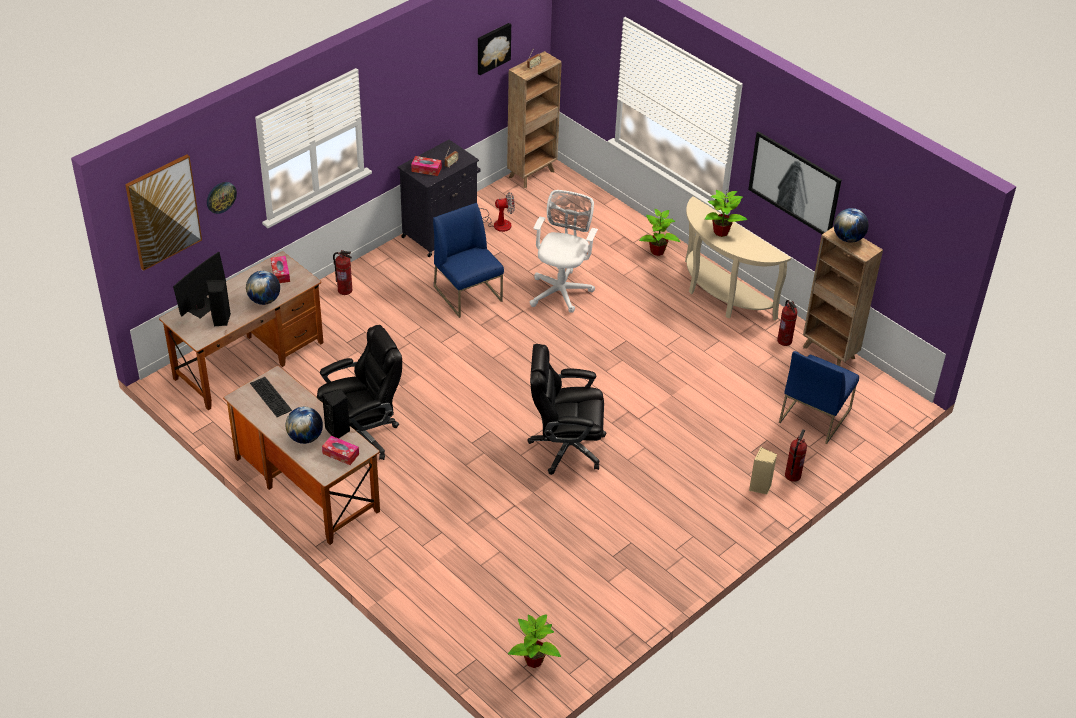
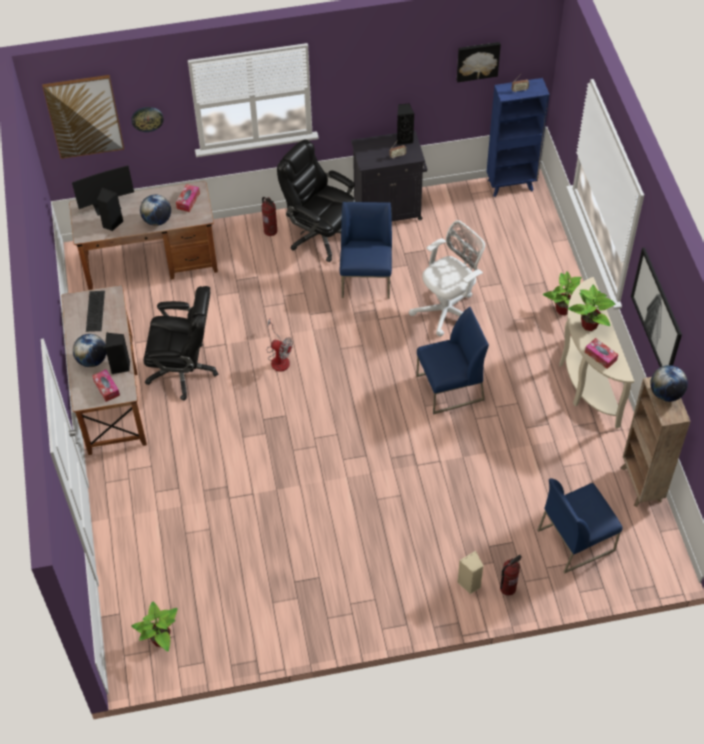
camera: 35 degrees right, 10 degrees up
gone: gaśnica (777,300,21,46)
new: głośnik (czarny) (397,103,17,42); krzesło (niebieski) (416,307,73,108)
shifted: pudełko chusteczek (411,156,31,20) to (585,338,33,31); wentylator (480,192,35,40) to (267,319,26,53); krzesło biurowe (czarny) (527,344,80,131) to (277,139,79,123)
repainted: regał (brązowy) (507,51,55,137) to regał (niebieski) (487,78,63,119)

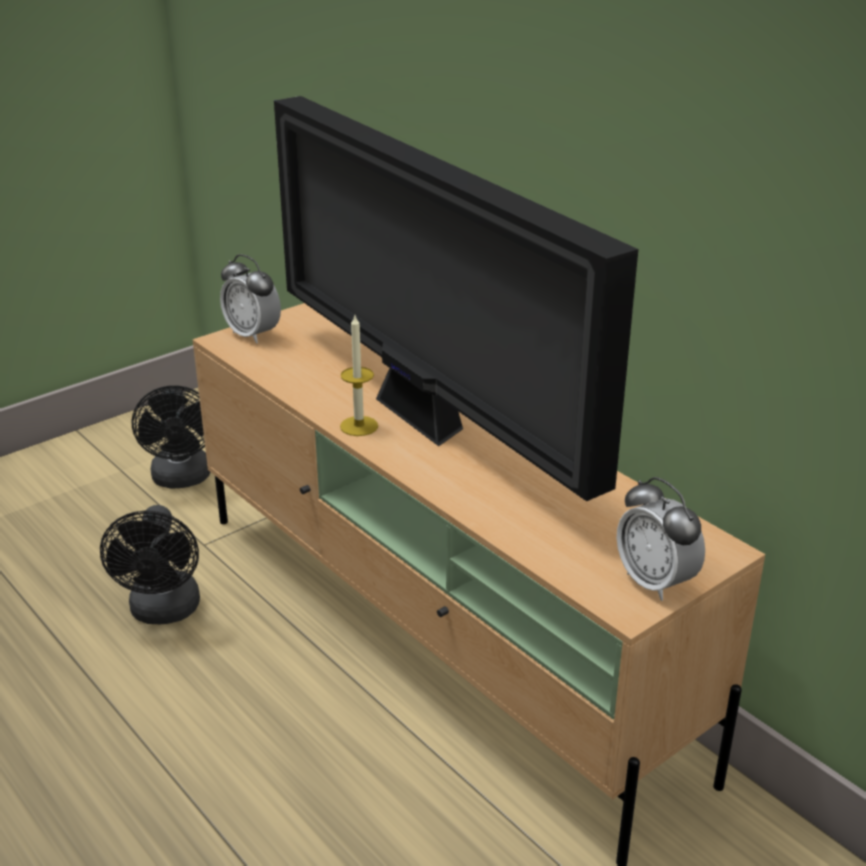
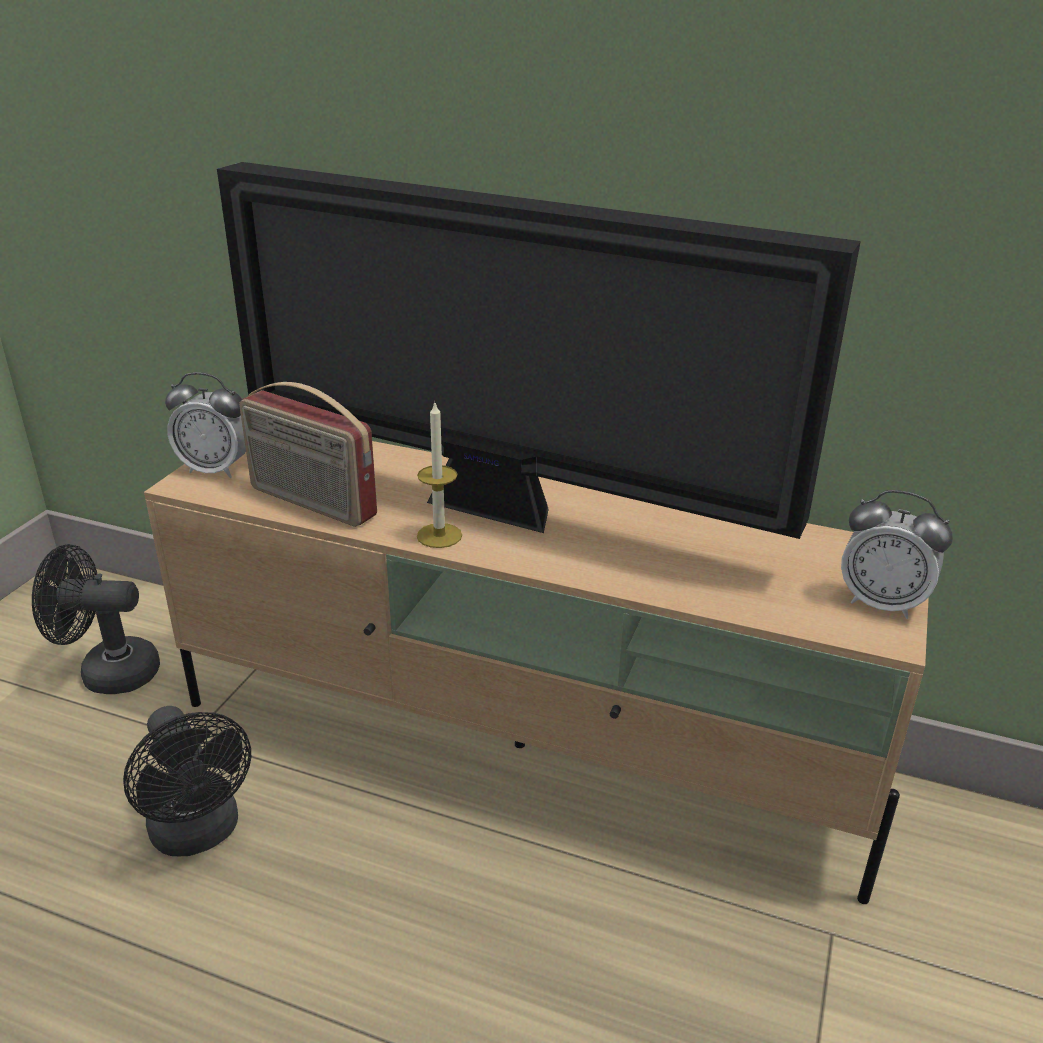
camera: 30 degrees left, 0 degrees up
new: radio (239,382,138,145)
rotated: wentylator (czarny) (132,385,78,104) = (32,544,128,150) 135 degrees clockwise

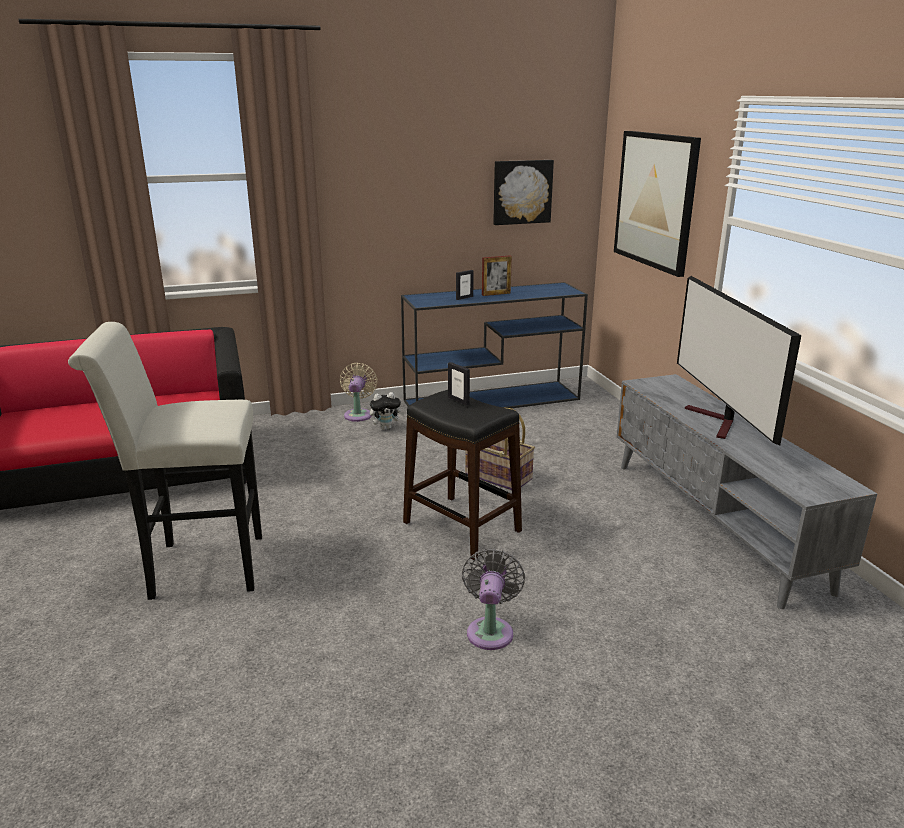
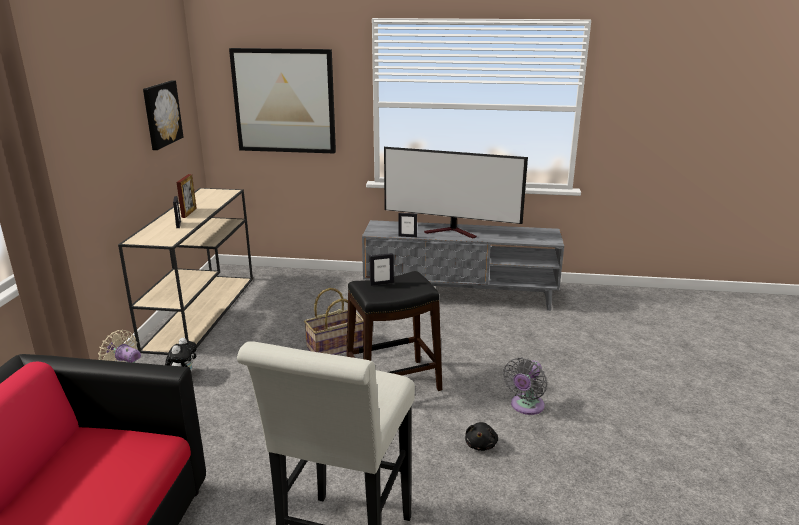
camera: 65 degrees left, 0 degrees up
new: ramka na zdjęcie (399,213,18,24); pluszak (czarny) (465,422,33,29)
repainted: stolik konsolowy (niebieski) (401,282,187,126) to stolik konsolowy (beżowy) (118,188,135,167)
rotated: wentylator (szary) (462,549,63,101) = (503,357,44,58) 90 degrees counterclockwise

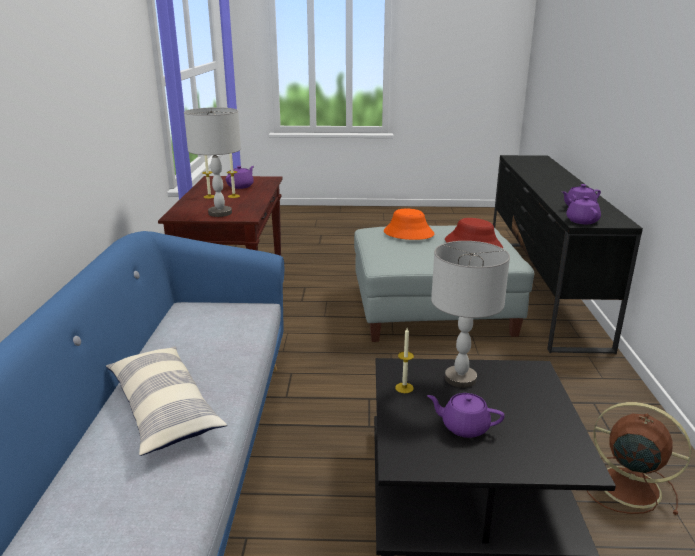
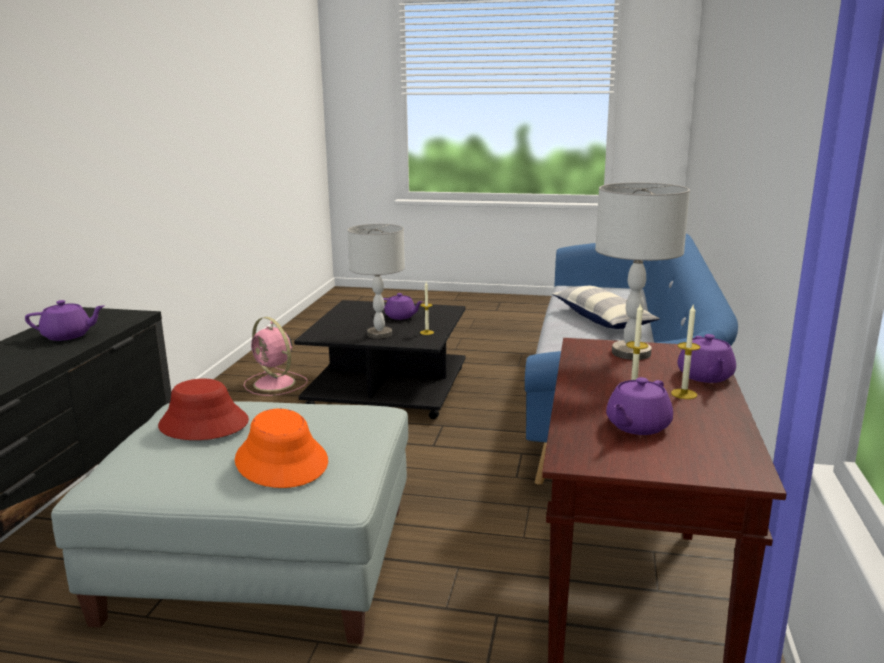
camera: 170 degrees left, 5 degrees down
shifted: imbryk (fioletowy) (566,195,35,29) to (677,334,59,49)
repainted: wentylator (brązowy) (587,402,104,113) to wentylator (różowy) (244,317,63,79)

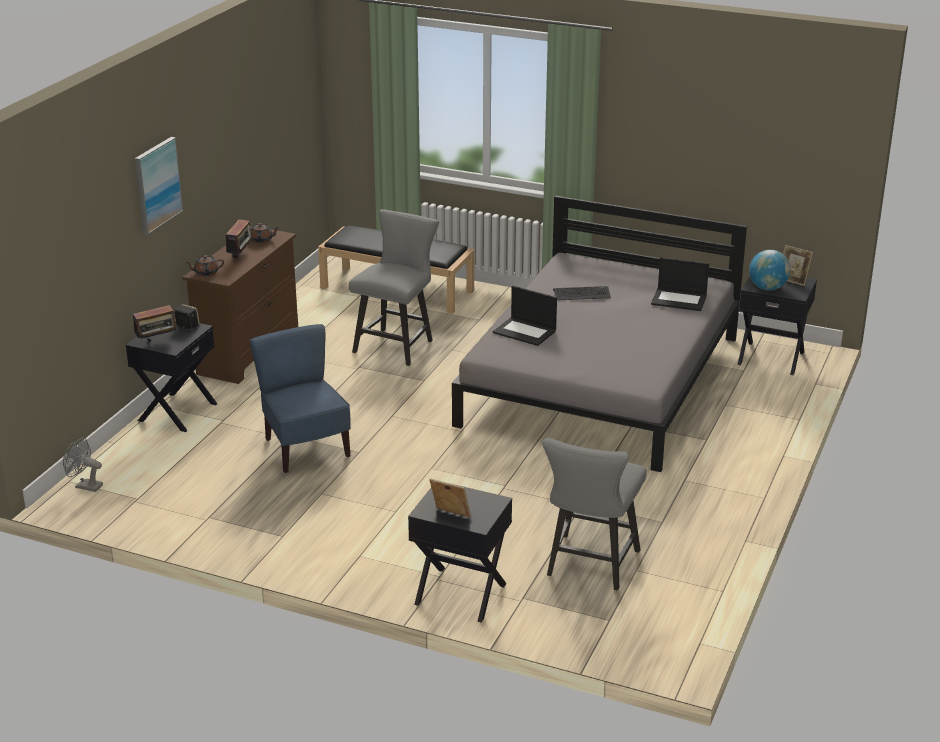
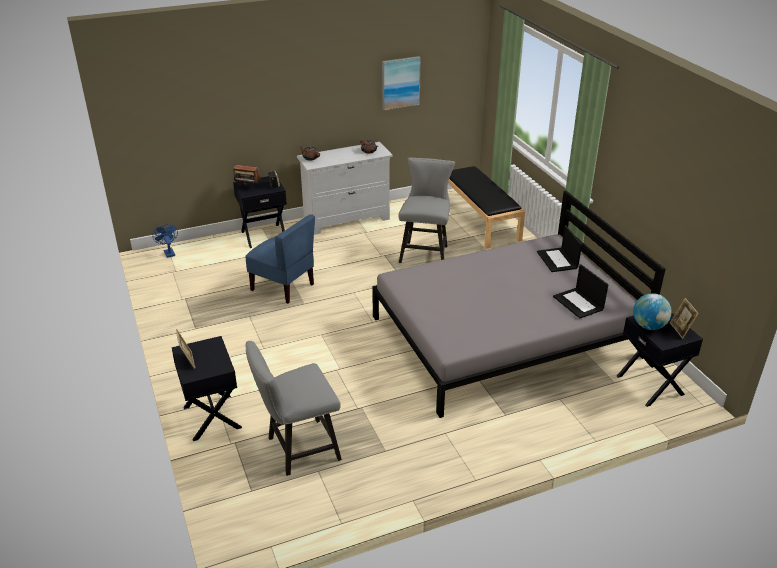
camera: 45 degrees right, 5 degrees up
gone: radio (226,219,26,41); klawiatura (553,286,58,14)
shifted: obraz (135,137,48,98) to (382,56,39,55); laptop (493,286,64,60) to (537,225,45,47)
repainted: wentylator (szary) (63,438,40,54) to wentylator (niebieski) (152,224,26,34); komoda (brązowy) (182,226,116,158) to komoda (biały) (297,142,96,93)
rotated: krzesło (niebieski) (250,324,101,149) = (245,214,70,90) 105 degrees clockwise; krzesło (szary) (349,209,90,157) = (399,158,56,105) 60 degrees counterclockwise

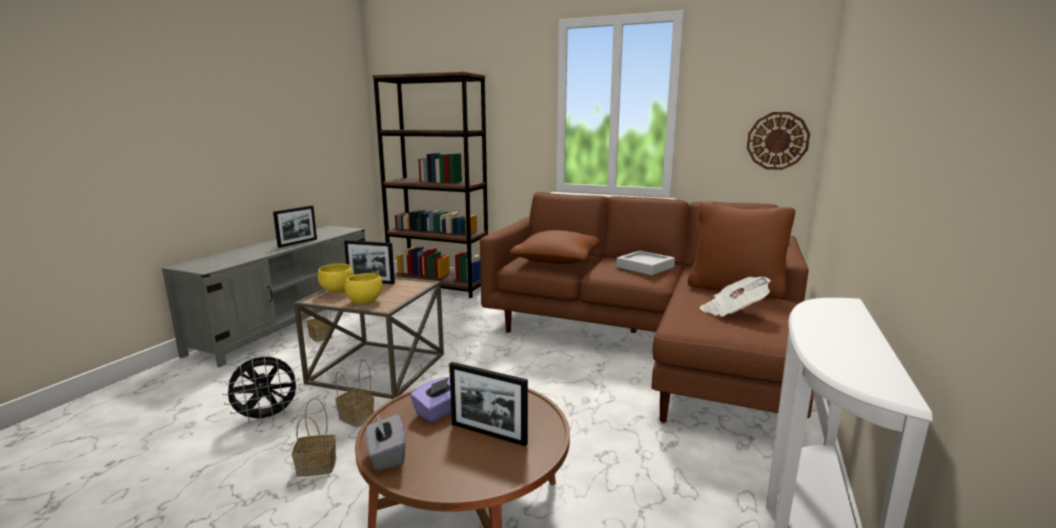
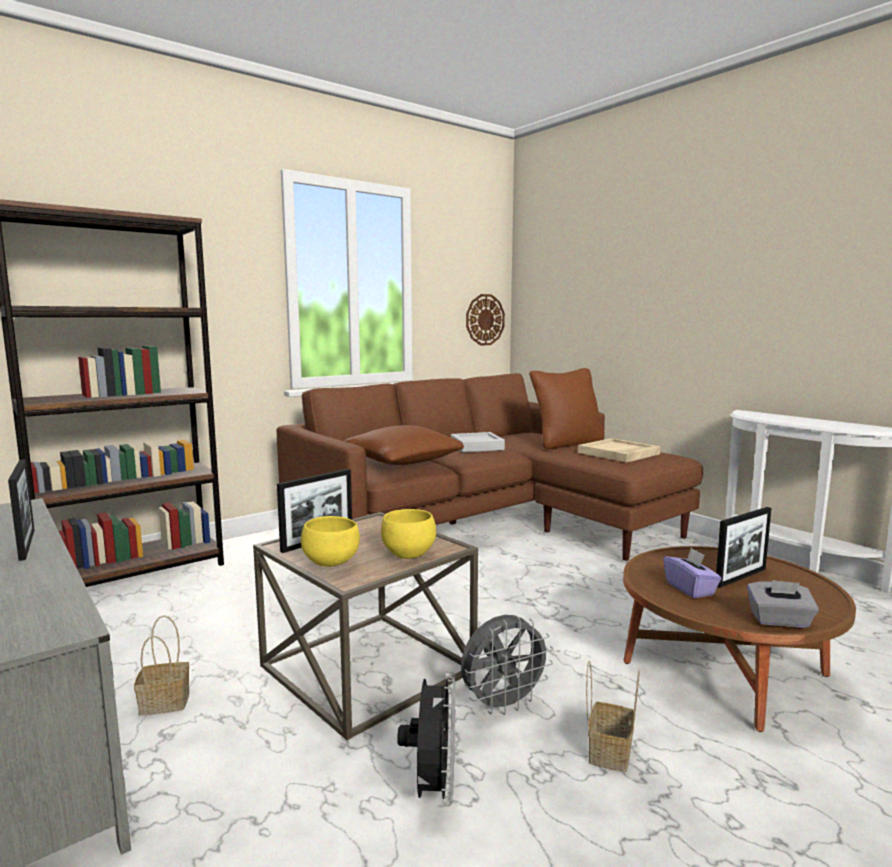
camera: 60 degrees left, 5 degrees down
swapped: koszyk (335,360,39,67) to wentylator (szary) (461,615,92,100); gazeta (700,277,71,40) to taca (beżowy) (578,438,82,25)

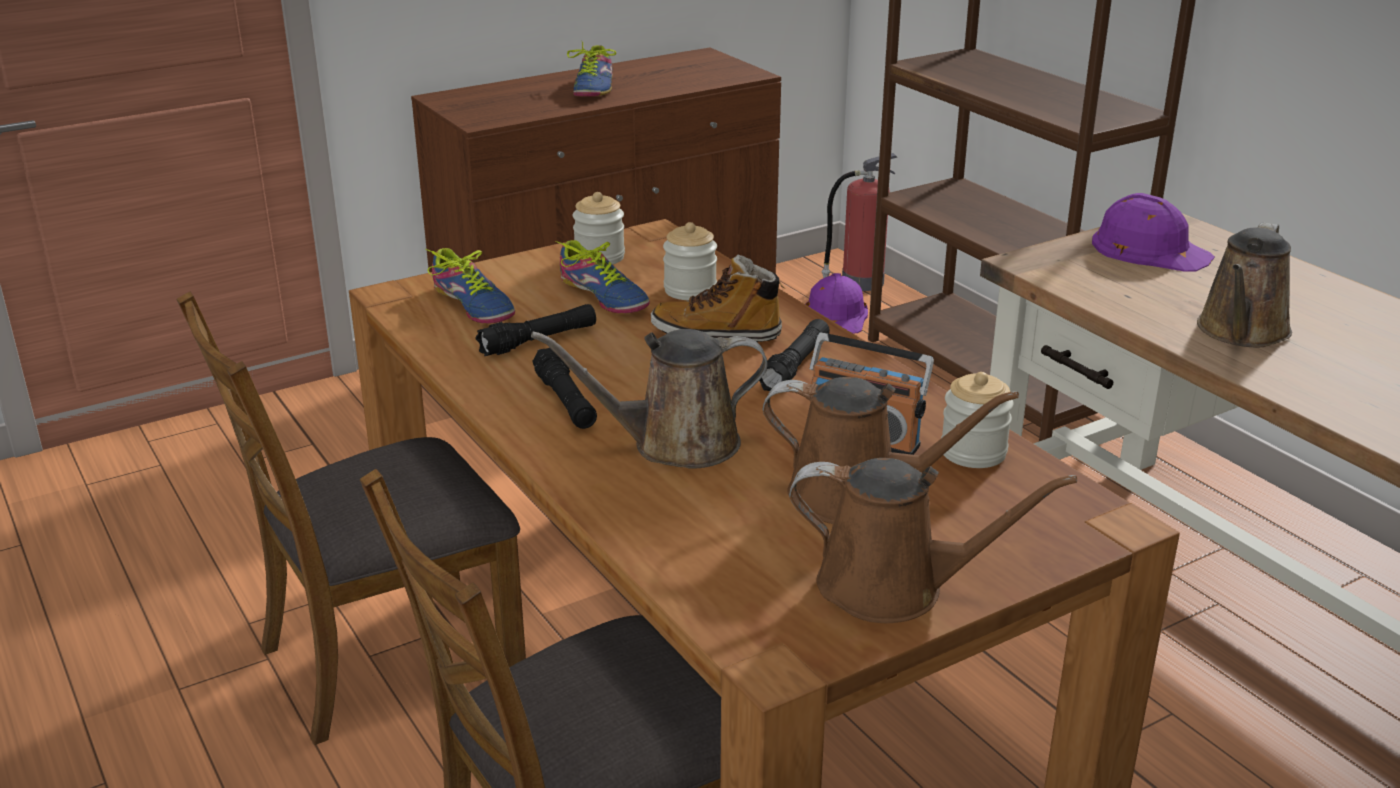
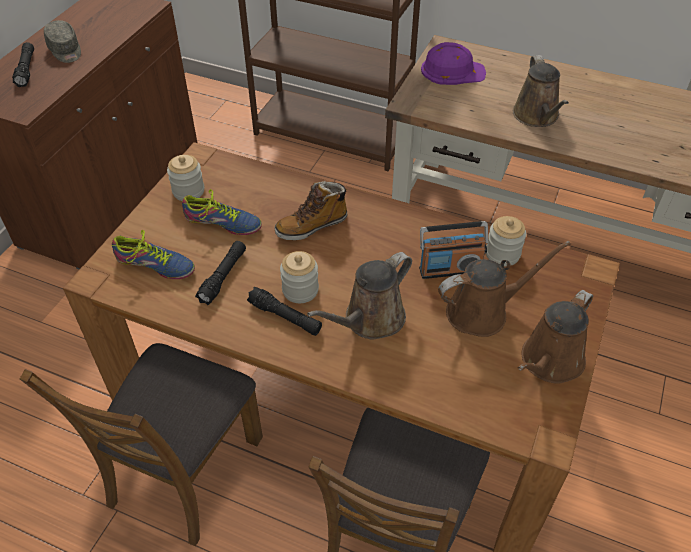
camera: 35 degrees left, 20 degrees up
gone: kask (fioletowy) (805,273,63,60); gaśnica (822,153,75,138)
shifted: słoik (663,222,54,78) to (280,251,39,52); latarka (czarny) (759,319,71,72) to (12,42,22,45)
swapped: but (567,42,49,55) to czapka z daszkiem (szary) (44,20,37,43)
rotated: konewka (brązowy) (789,458,288,165) = (518,290,75,94) 150 degrees clockwise

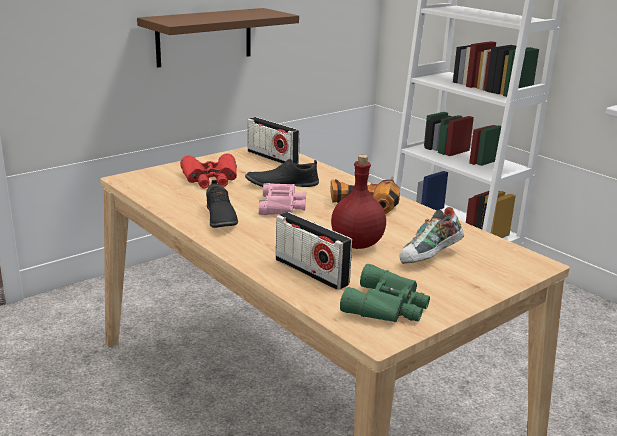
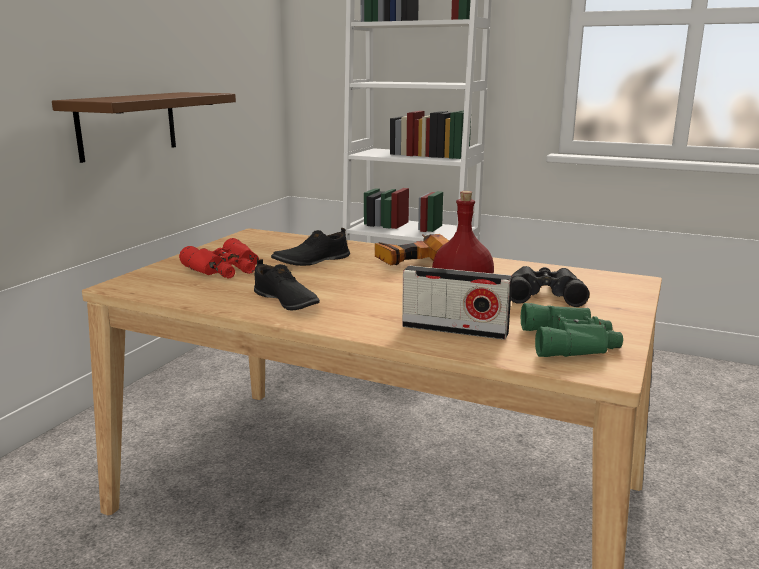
camera: 25 degrees left, 5 degrees down
gone: radio (248,117,52,47); lornetka (różowy) (259,183,47,32)
swapped: but (399,207,65,57) to lornetka (czarny) (511,266,79,41)

